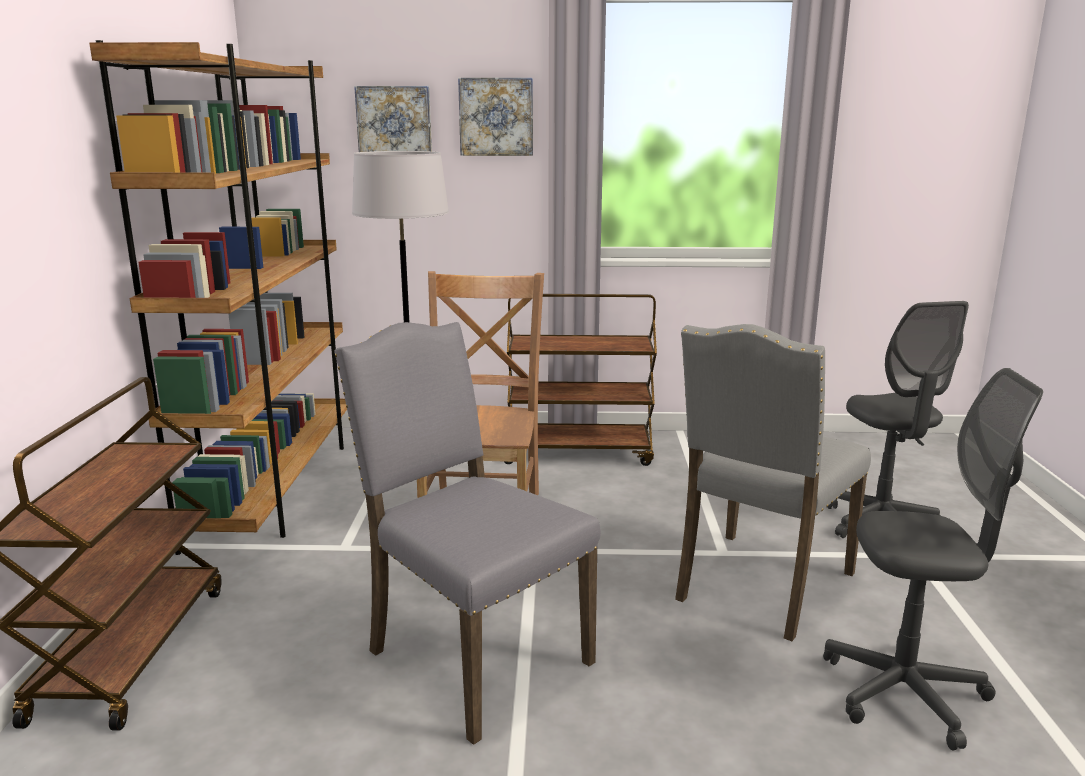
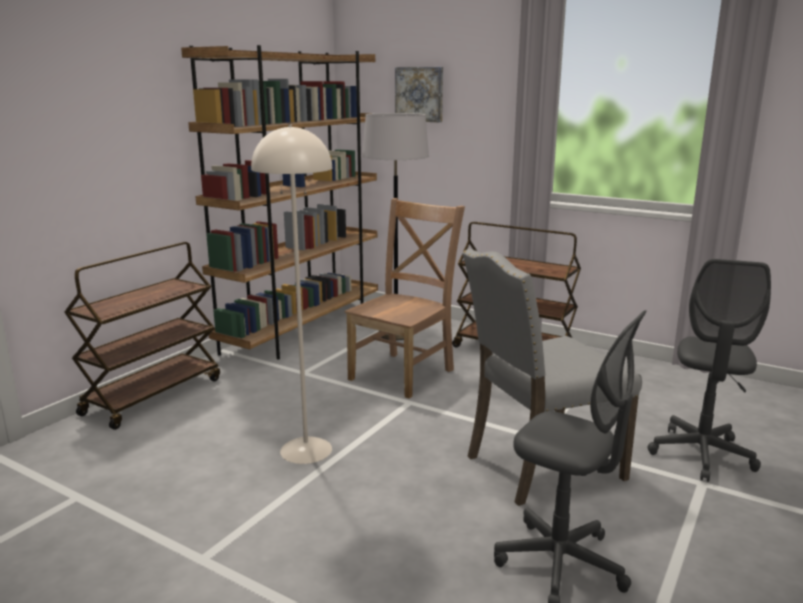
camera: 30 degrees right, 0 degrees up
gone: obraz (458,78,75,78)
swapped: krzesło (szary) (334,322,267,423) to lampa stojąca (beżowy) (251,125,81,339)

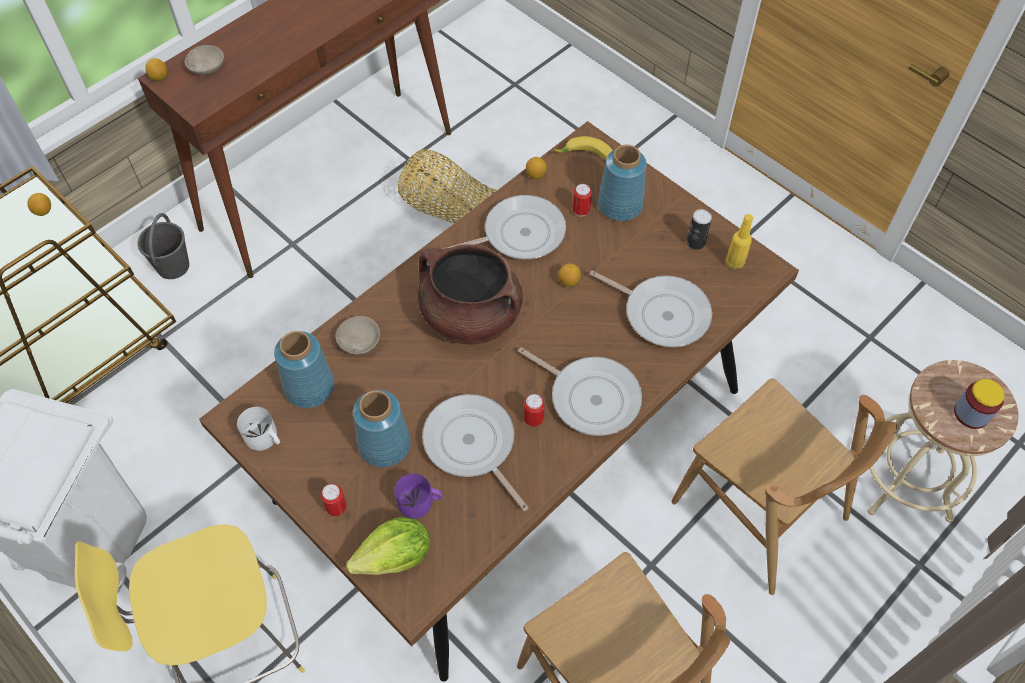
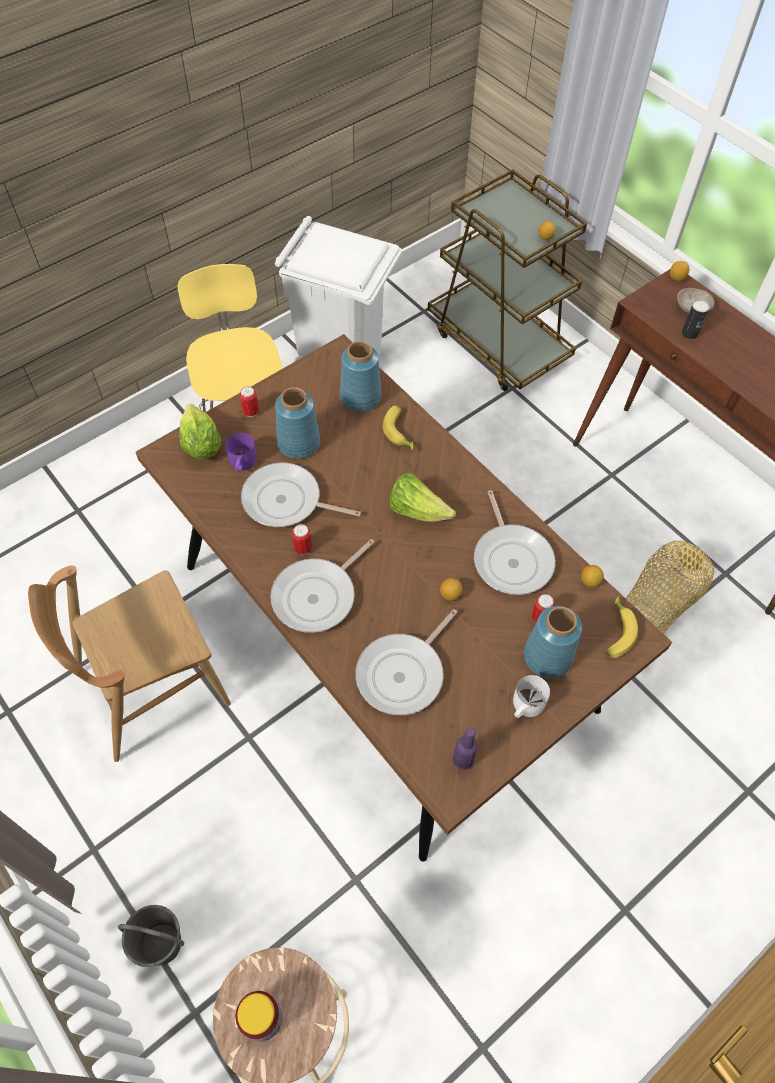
camera: 95 degrees right, 0 degrees up
gone: krzesło (brązowy) (671,378,226,217)
shifted: wiadro (szary) (138,213,51,66) to (118,905,66,62); kubek (biały) (237,407,43,44) to (513,675,37,43); puszka (687,209,25,41) to (682,300,28,39)
swapped: miska (beżowy) (335,316,45,39) to banan (383,405,30,45); garnek (brązowy) (418,244,105,100) to sałata (389,473,67,49)
repainted: butelka (żółty) (726,214,27,55) to butelka (fioletowy) (453,727,25,43)
rotated: patelnia (422,394,107,117) = (241,463,120,64) 135 degrees counterclockwise

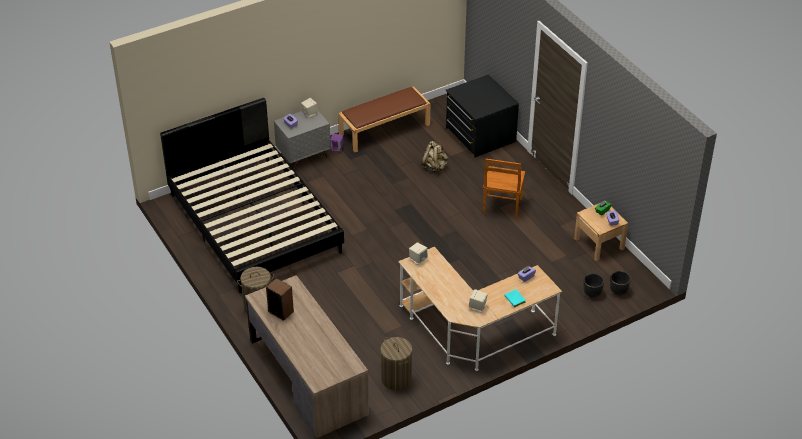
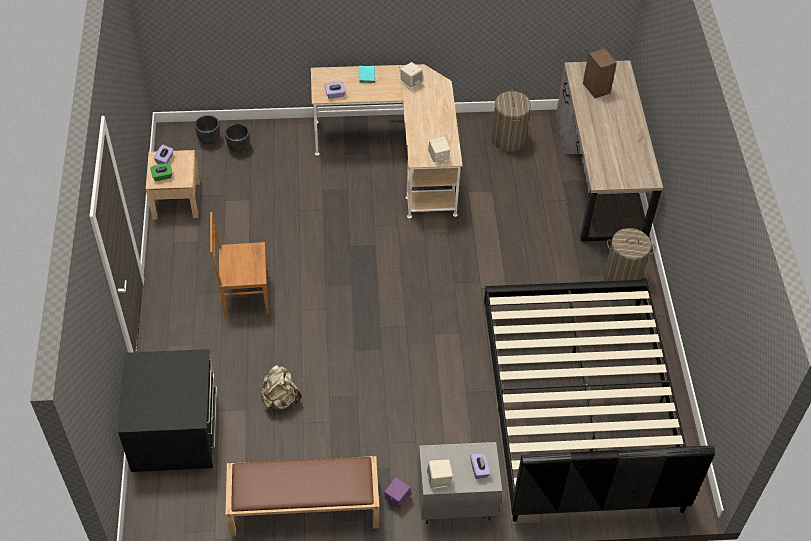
camera: 155 degrees left, 10 degrees up
shifted: głośnik (266,278,28,43) to (583,48,34,50)
rotated: krzesło (brązowy) (483,159,42,60) = (210,212,59,105) 135 degrees counterclockwise

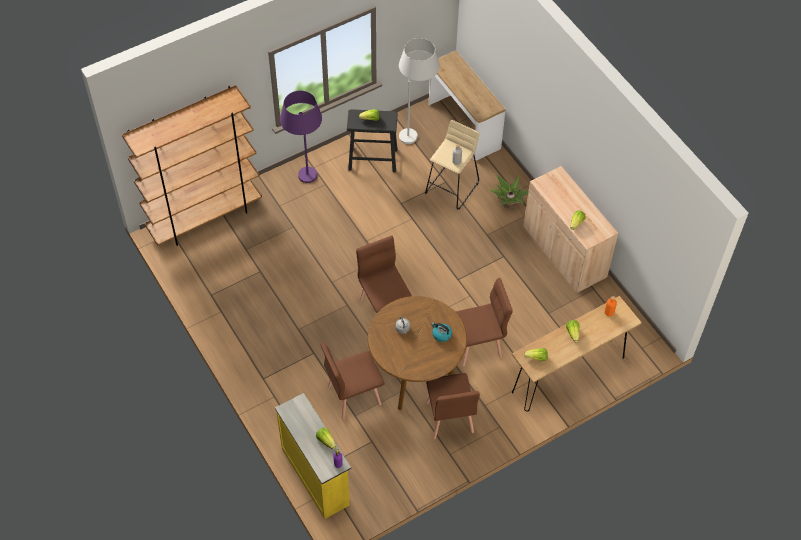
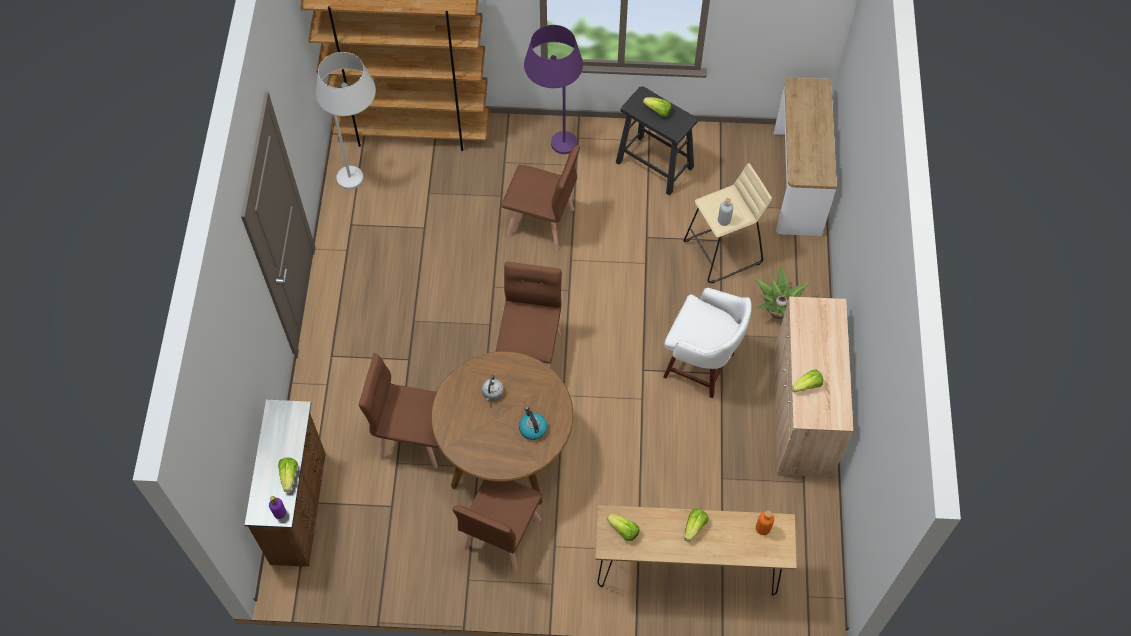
camera: 35 degrees right, 5 degrees up
new: stołek (biały) (663,288,89,110)
shifted: lampa stojąca (biały) (399,38,41,106) to (316,52,60,138); krzesło (brązowy) (456,278,57,88) to (501,145,79,105)
repainted: komoda (żółty) (275,393,76,126) to komoda (brązowy) (245,399,81,168)

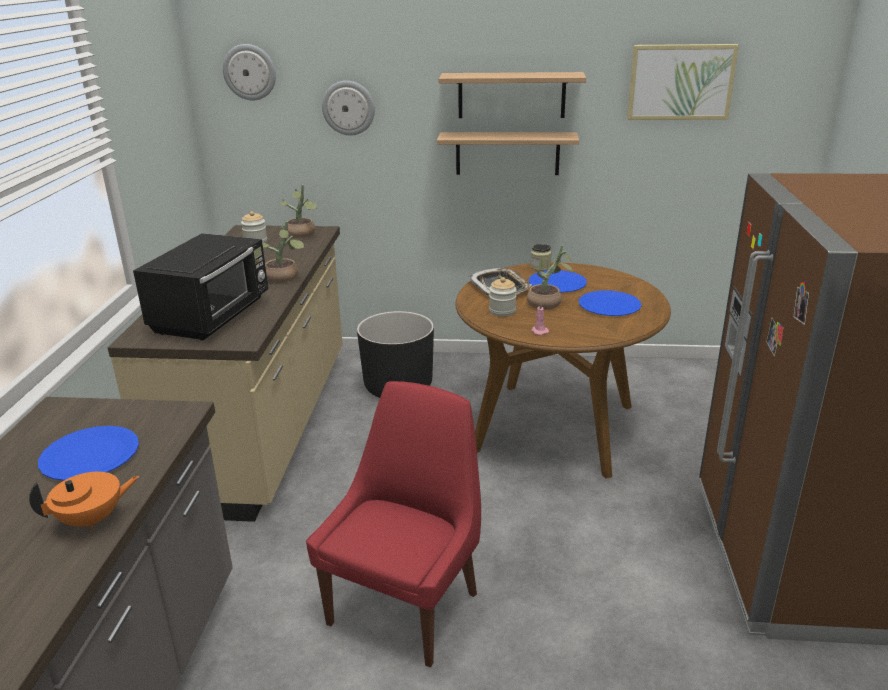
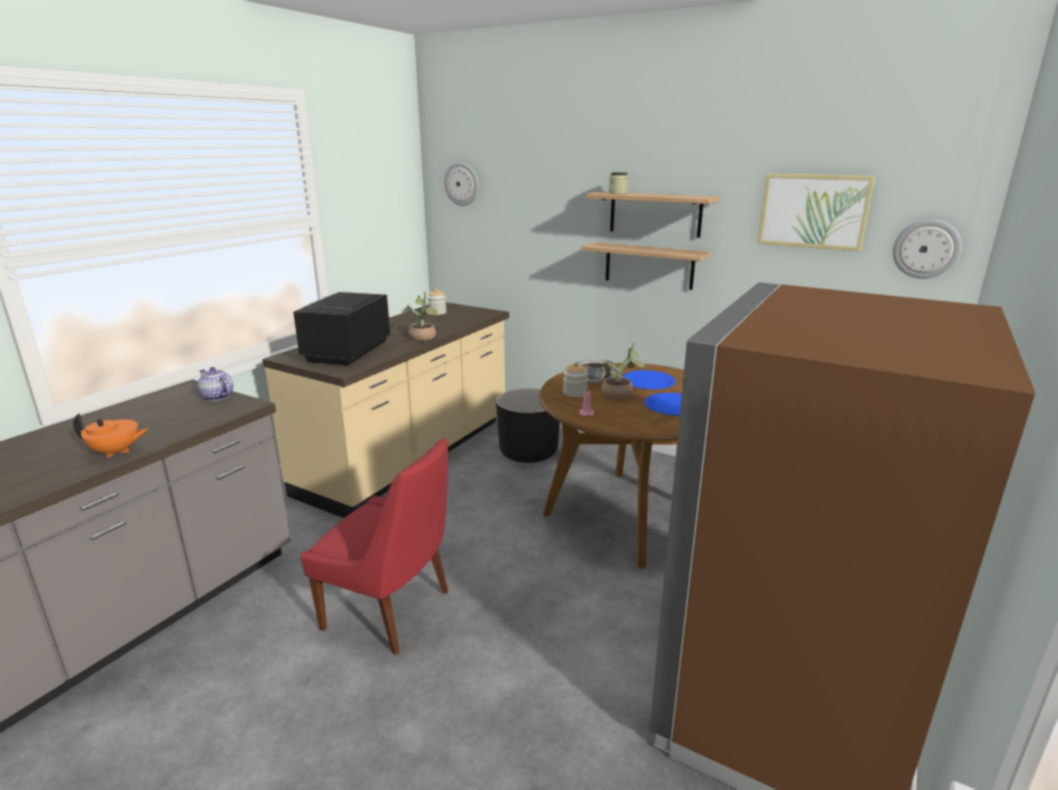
camera: 25 degrees right, 5 degrees down
gone: talerz (niebieski) (38,426,101,55); roślina doniczkowa (281,184,36,54)
new: imbryk (197,367,36,34)
shifted: zegar ścienny (322,81,53,54) to (893,219,69,60); słoik (530,244,22,27) to (609,172,19,22)
rotated: mikrofalówka (czarny) (133,233,135,108) = (293,292,97,74) 150 degrees clockwise; krzesło (czerwony) (306,381,175,286) = (300,437,148,218) 60 degrees clockwise

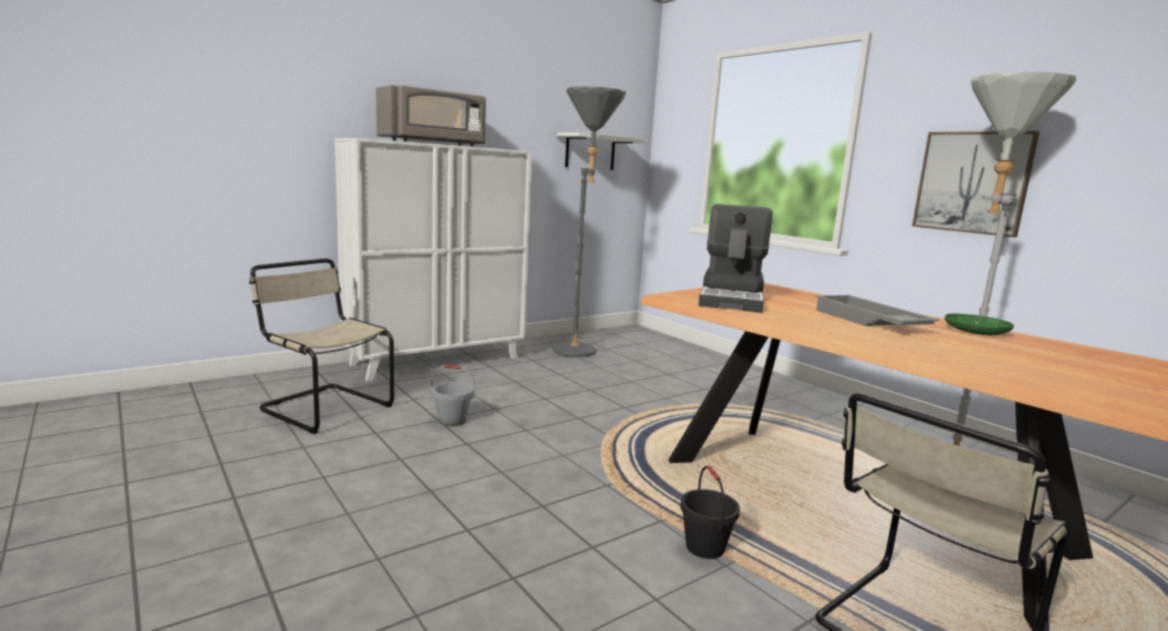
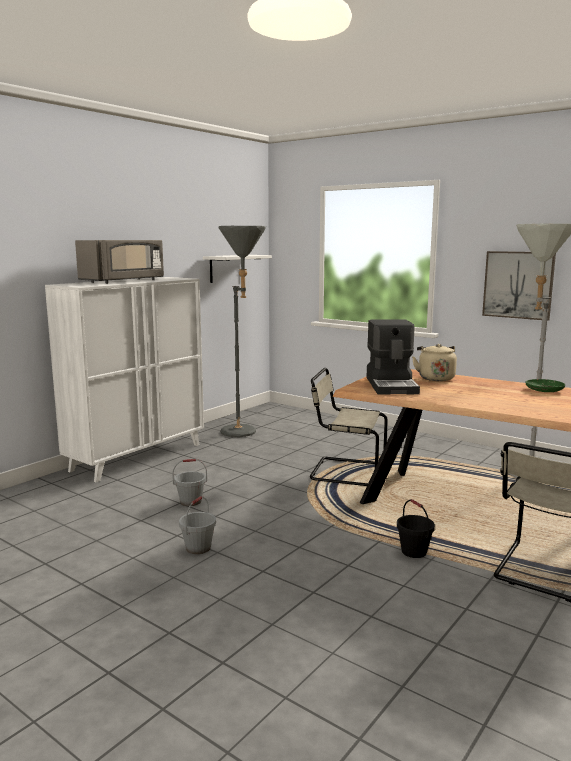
camera: 15 degrees left, 0 degrees up
gone: taca (szary) (815,295,124,31)
new: wiadro (szary) (179,496,37,58); czajnik (beżowy) (412,344,45,37)
shifted: krzesło (beżowy) (249,259,145,175) to (310,368,78,118)

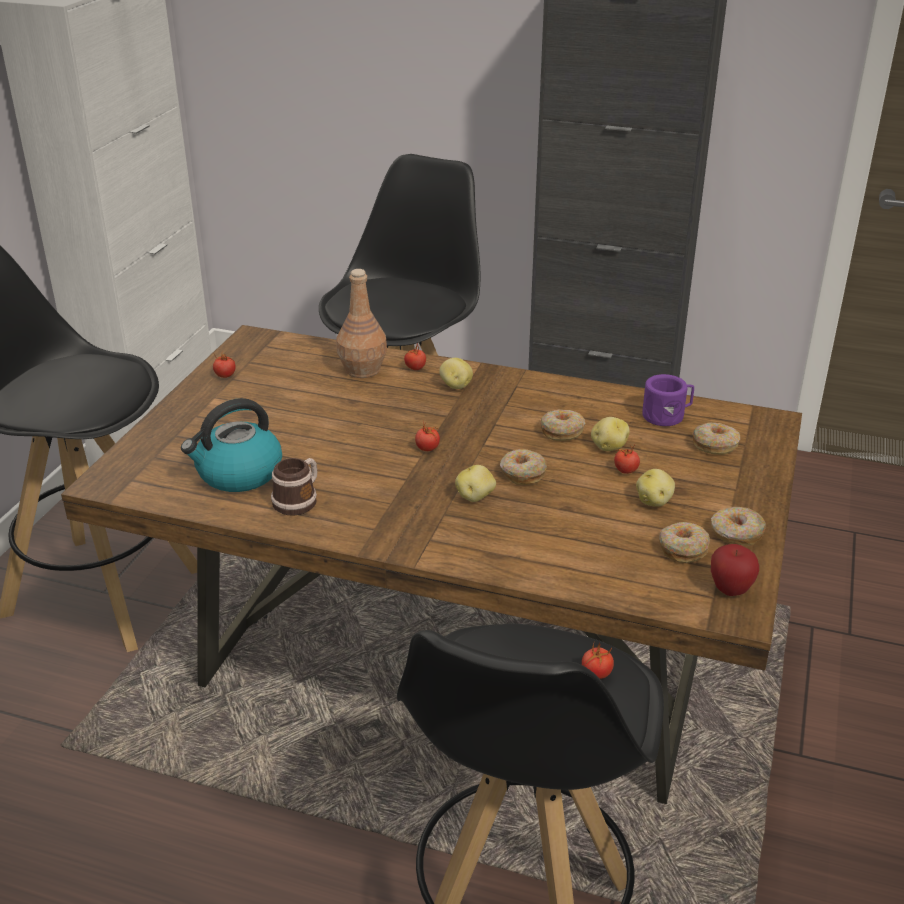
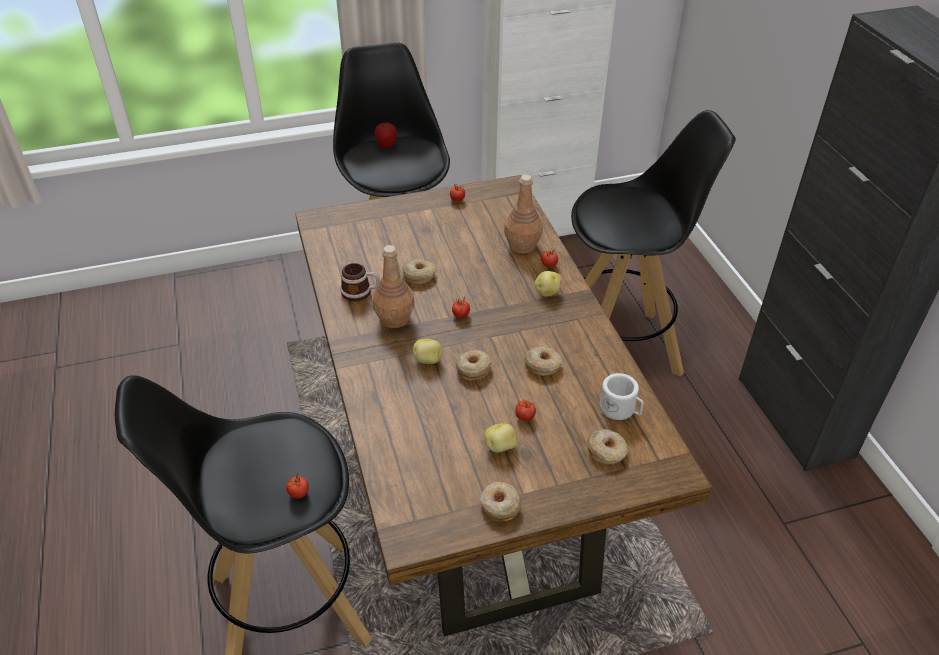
camera: 55 degrees right, 10 degrees up
gone: czajnik (181,398,101,94); ziemniak (591,417,39,34)
new: butelka (brązowy) (372,245,43,83)
shifted: donut (659,522,51,41) to (402,259,34,25); jabłko (711,544,48,52) to (375,123,22,25)
repainted: kubek (fioletowy) (642,374,52,52) to kubek (biały) (600,373,44,47)

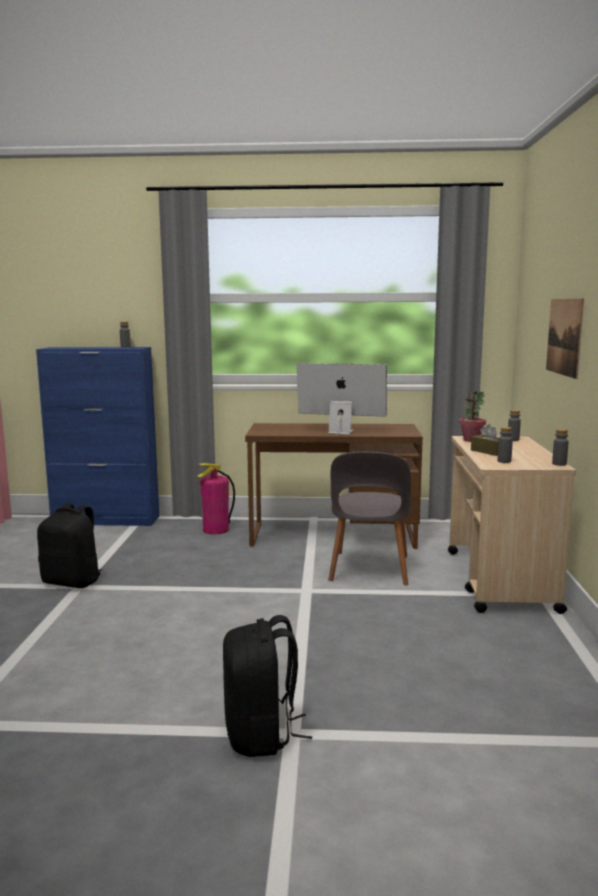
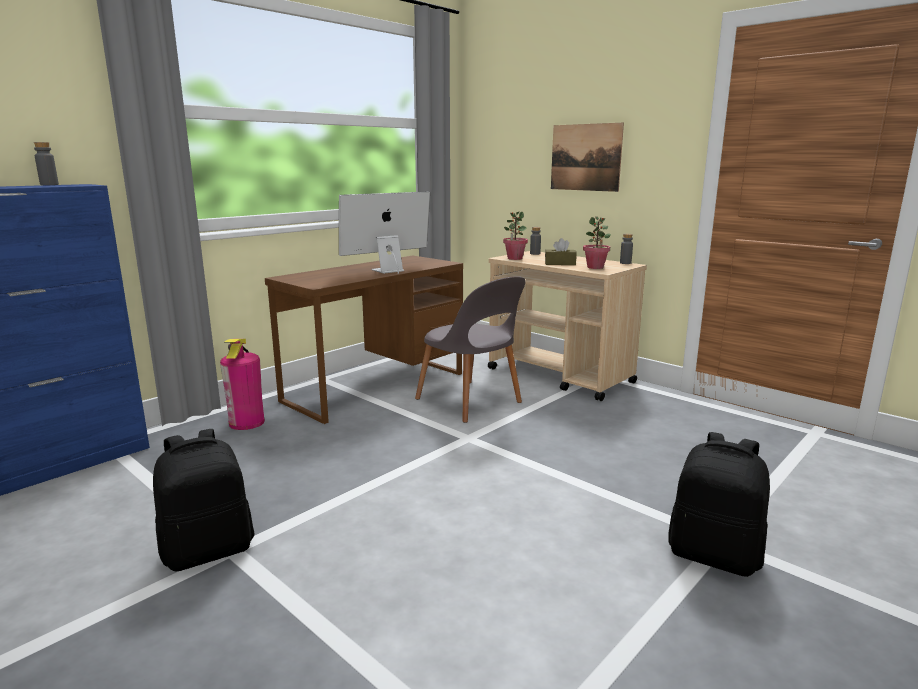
camera: 50 degrees left, 5 degrees up
swapped: butelka (szary) (497,427,16,36) to roślina doniczkowa (583,216,28,53)

